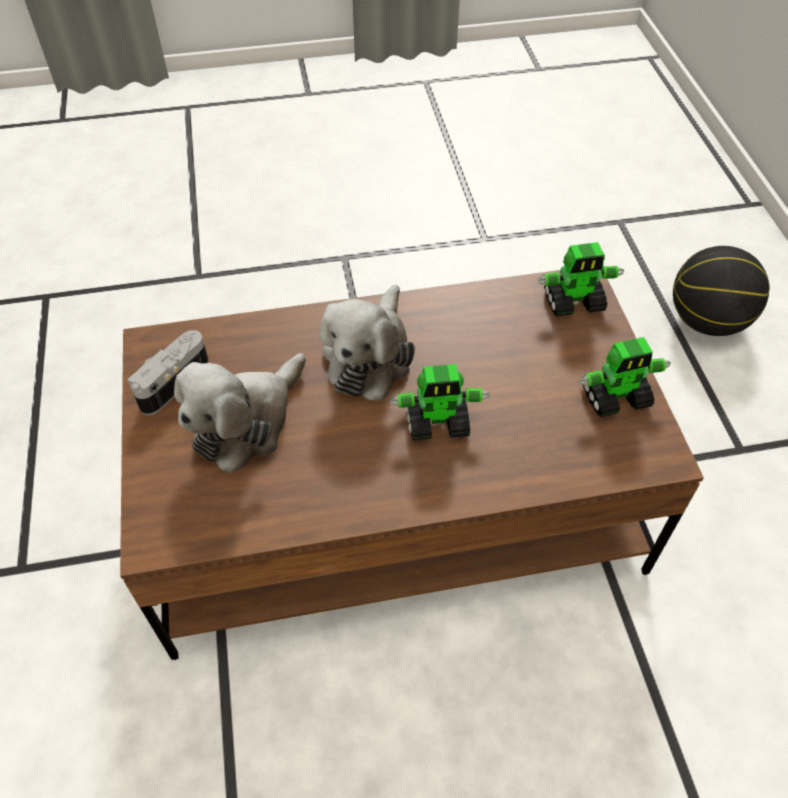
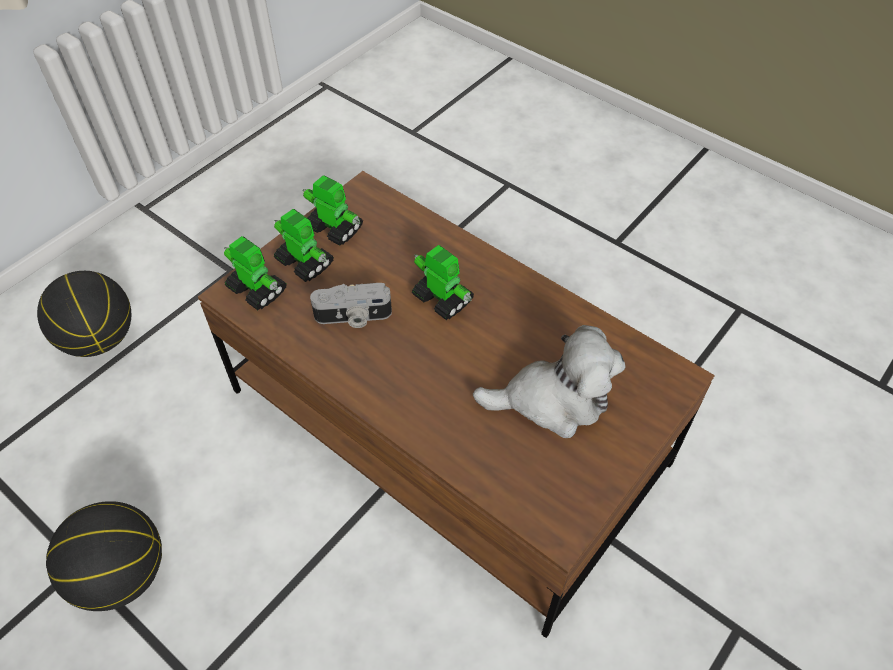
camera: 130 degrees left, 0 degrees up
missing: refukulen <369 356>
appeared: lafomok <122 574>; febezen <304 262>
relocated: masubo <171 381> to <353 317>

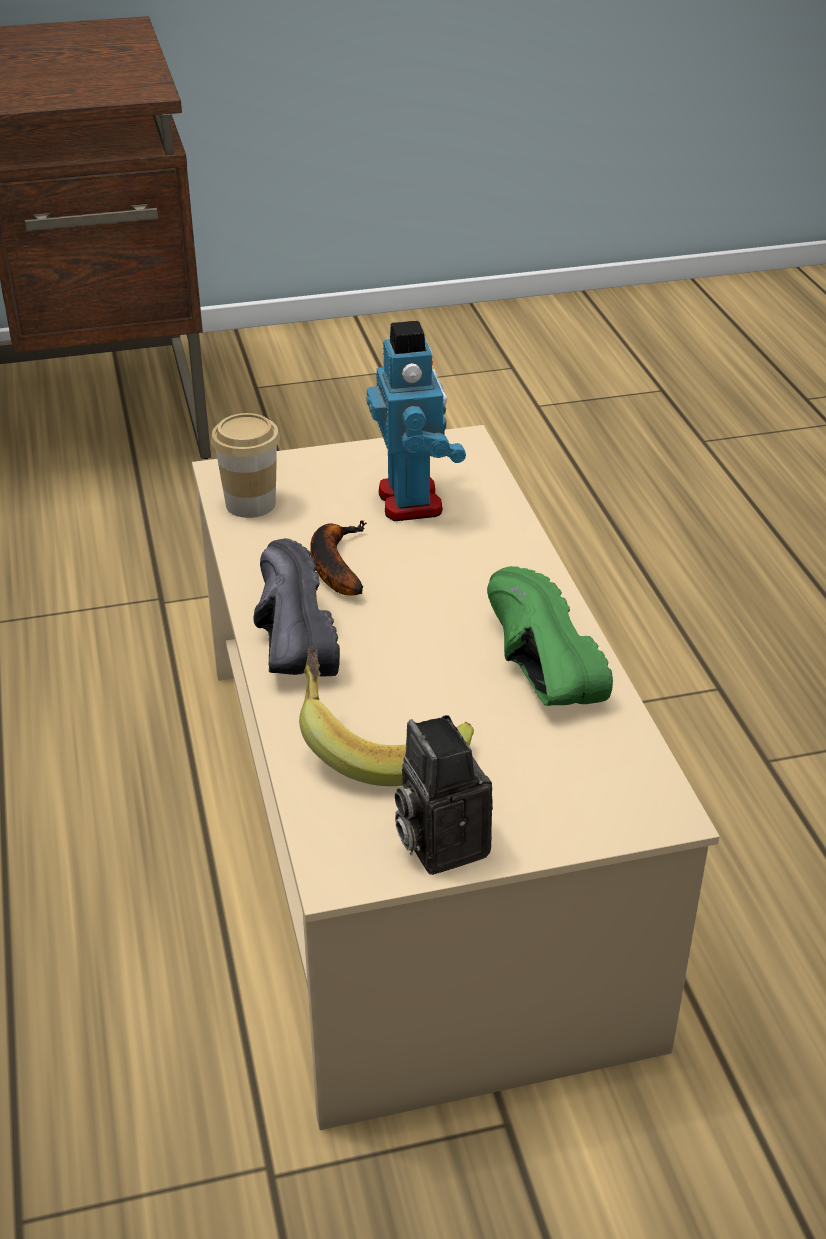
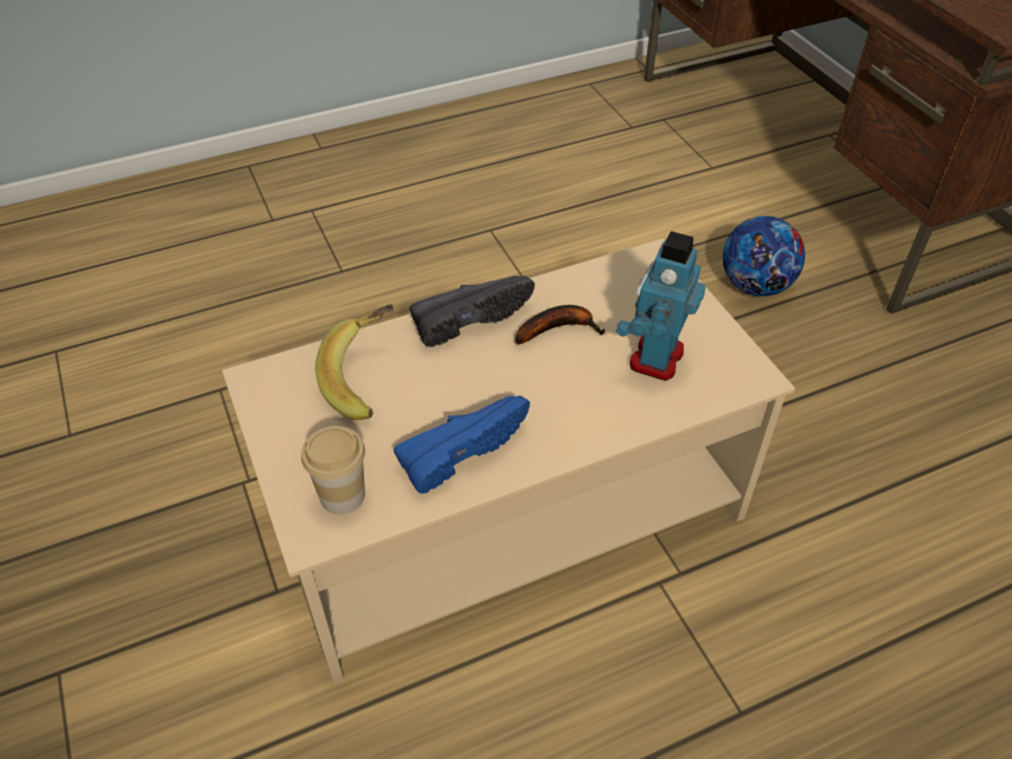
camera: 80 degrees right, 10 degrees up
missing: masubo <438 842>
appeared: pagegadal <755 286>
relocated: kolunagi <250 504> to <342 495>
colour: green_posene <530 667> to blue_posene <460 449>
spun: febezen <412 501> = <655 358> 135 degrees clockwise

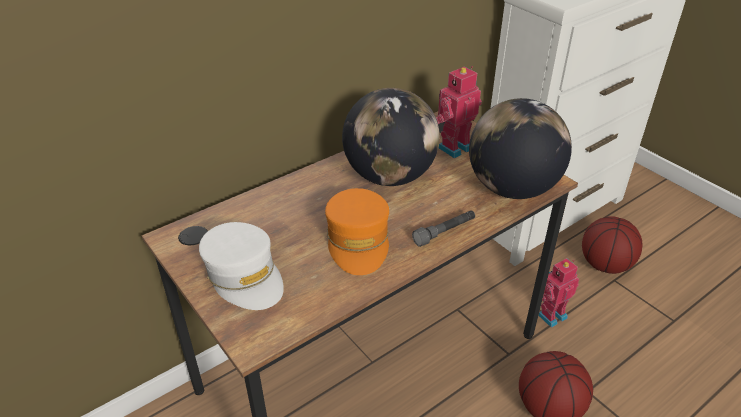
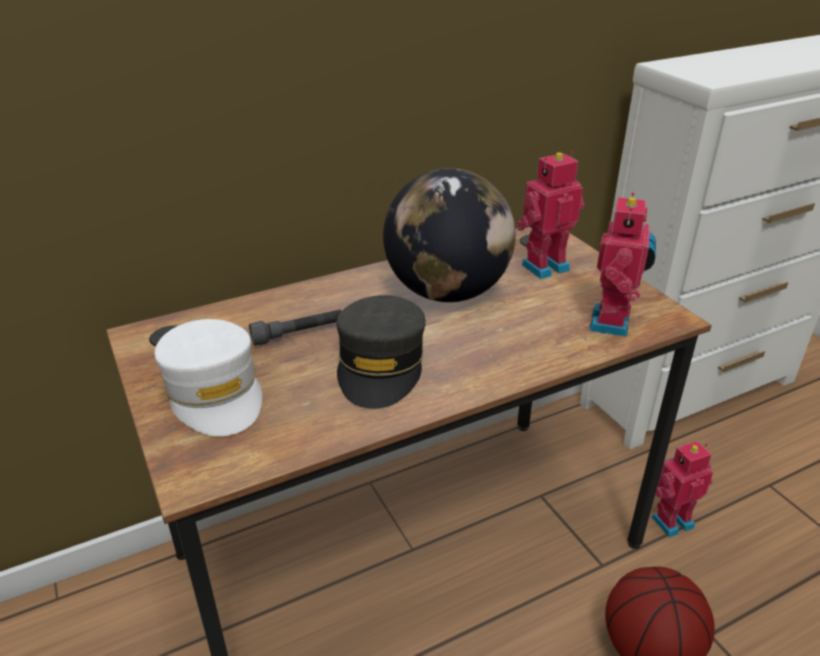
camera: 10 degrees right, 5 degrees down
missing: lafomok <605 265>
relocated: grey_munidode <444 232> to <298 334>
exchanged: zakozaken <512 189> to febezen <613 323>
colour: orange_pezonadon <358 241> to grey_pezonadon <380 365>

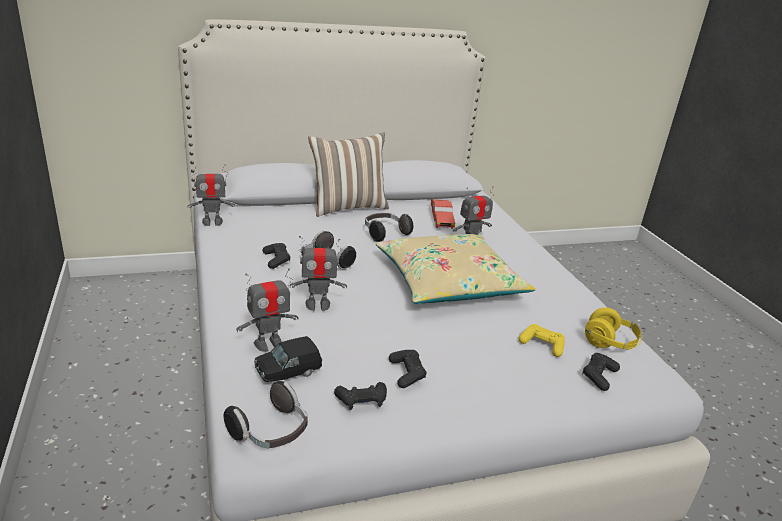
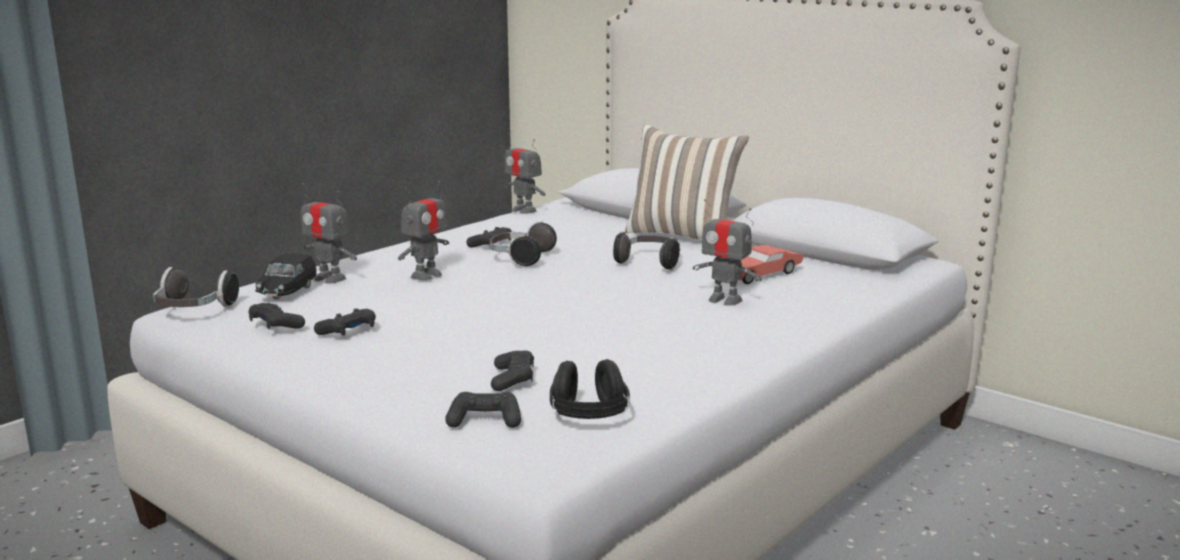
camera: 60 degrees right, 10 degrees down
missing: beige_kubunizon <449 282>
colour: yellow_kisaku <542 345> to black_kisaku <513 379>; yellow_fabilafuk <610 343> to black_fabilafuk <589 417>
spun: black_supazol <288 372> = <287 292> 105 degrees counterclockwise; febezen <317 305> = <426 275> 105 degrees counterclockwise

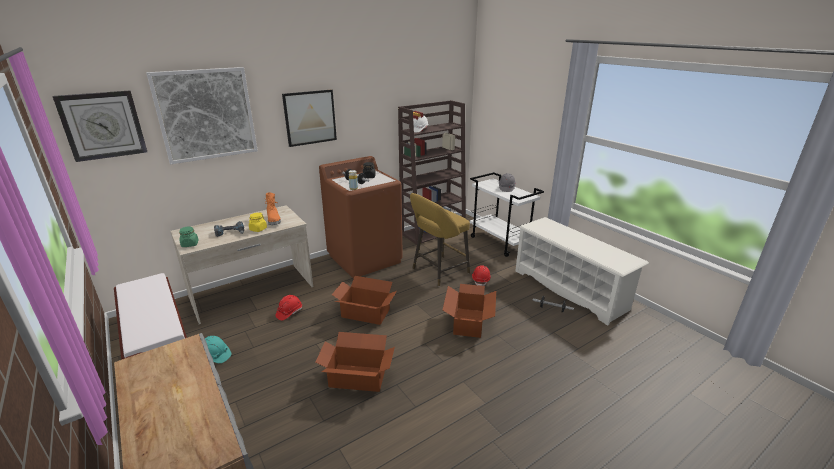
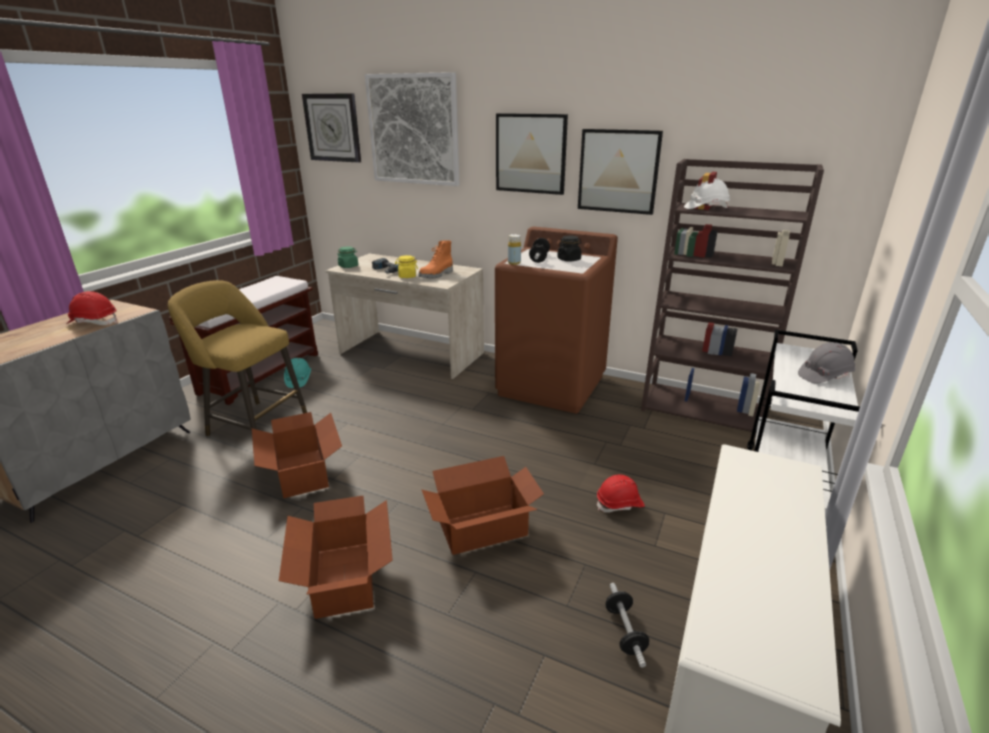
camera: 60 degrees right, 0 degrees up
appeared: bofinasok <618 171>
relocated: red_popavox <289 312> to <94 322>; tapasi <365 313> to <343 579>; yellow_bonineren <438 272> to <254 424>

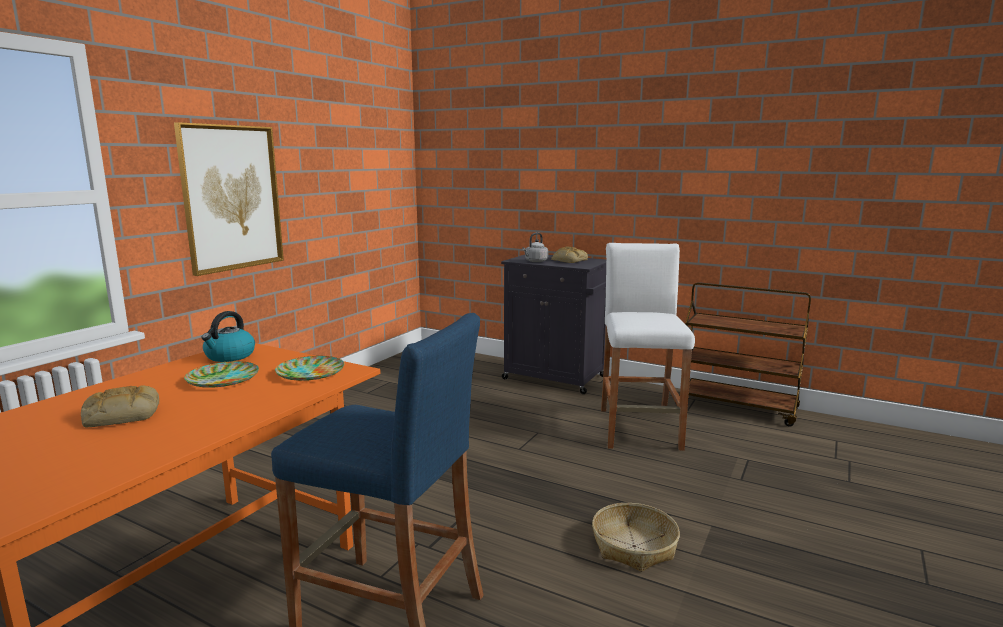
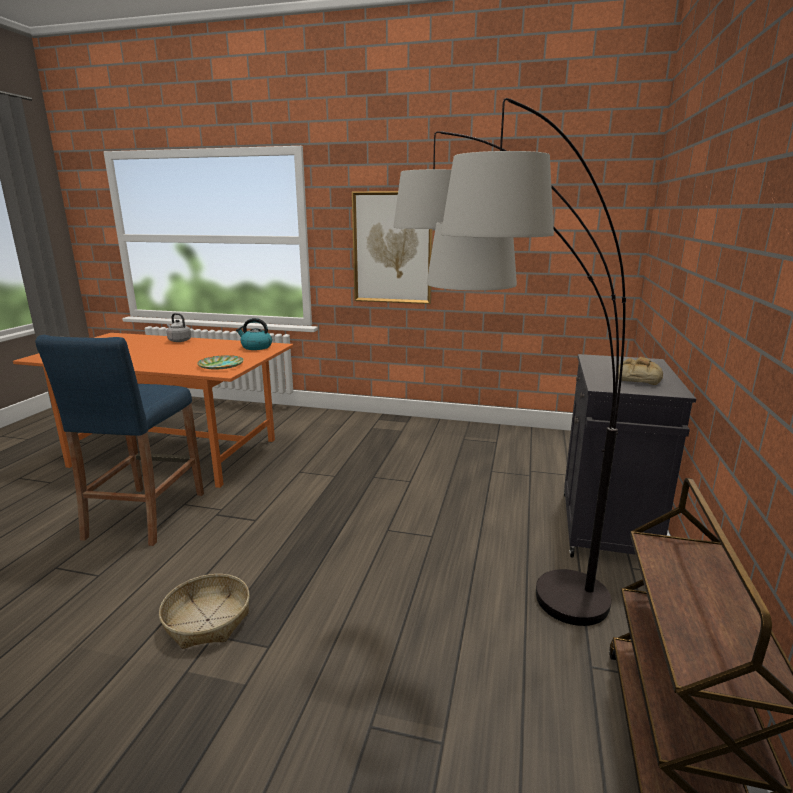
camera: 75 degrees right, 5 degrees up
missing: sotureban <121 415>; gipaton <222 379>
relocated: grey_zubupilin <535 261> to <179 340>
exchanged: white_bonineren <639 429> to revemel <489 614>

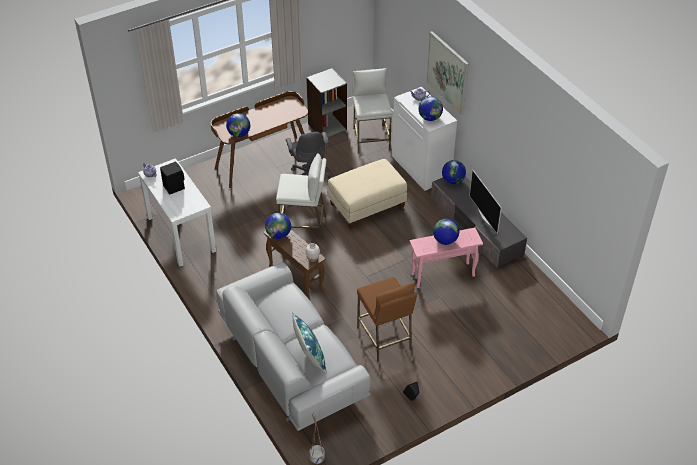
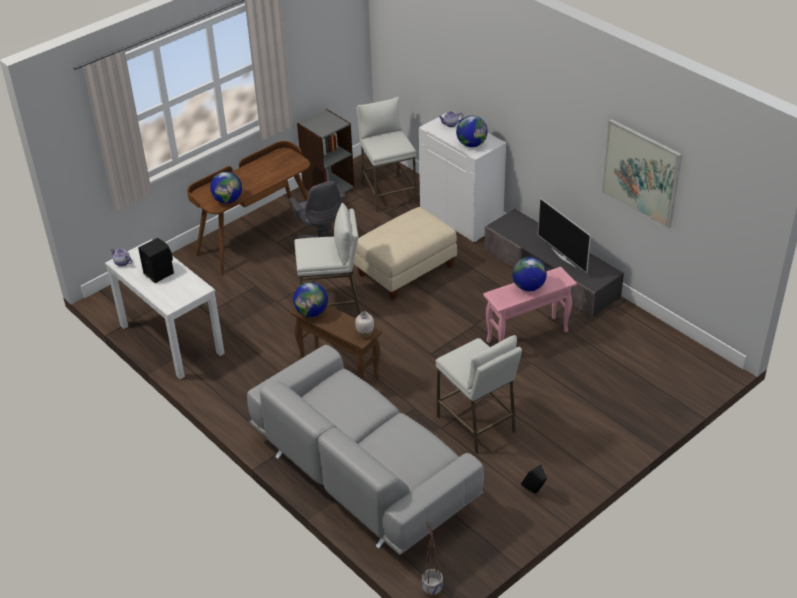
camera: 10 degrees left, 5 degrees down
missing: blue_kubunizon <309 357>; zakozaken <453 180>
relocated: bofinasok <448 72> to <641 173>
colour: brown_bonineren <384 339> to white_bonineren <476 424>

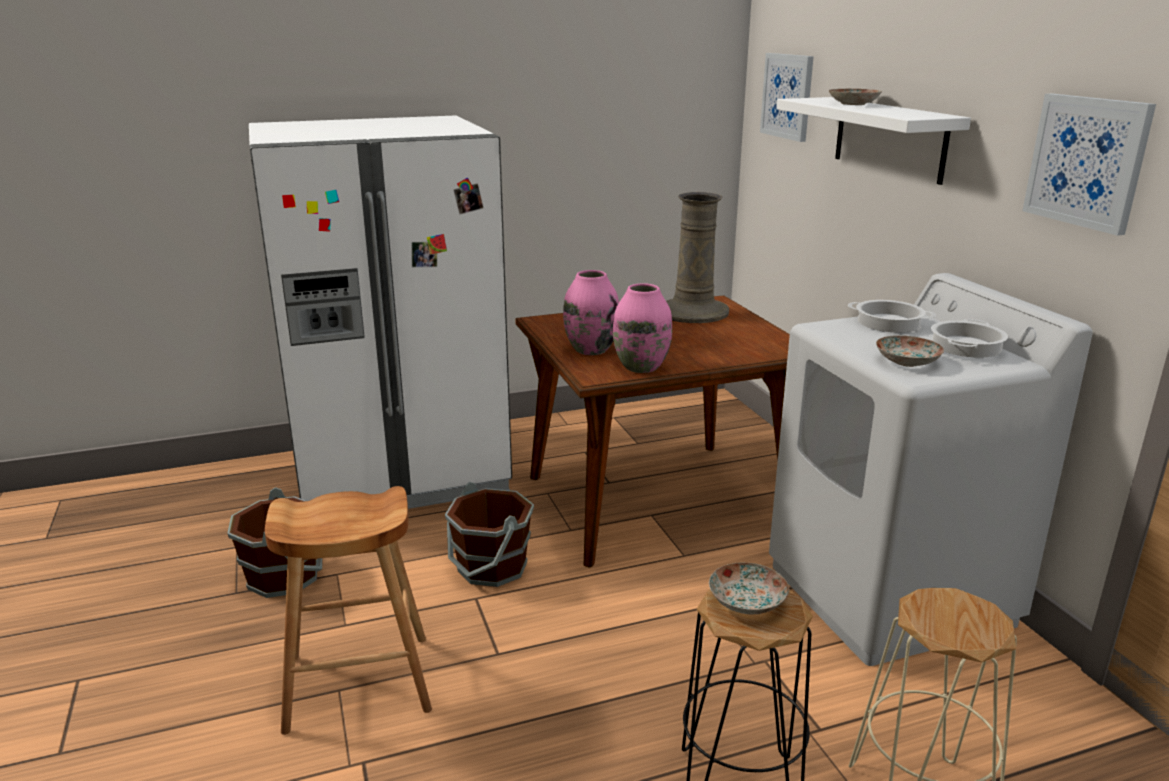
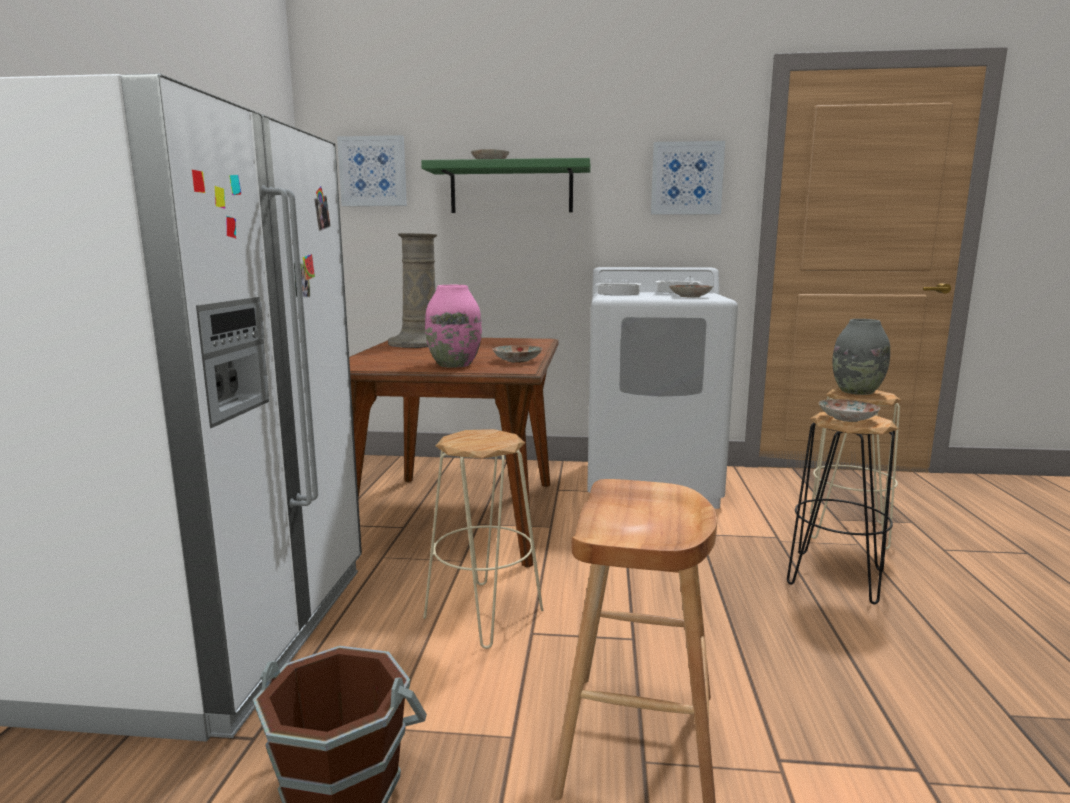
camera: 65 degrees left, 10 degrees down
appeared: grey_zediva <856 391>
exchanged: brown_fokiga <491 567> to beige_bonineren <484 613>; pink_zediva <640 367> to gipaton <517 361>
colour: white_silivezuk <889 138> to green_silivezuk <511 189>

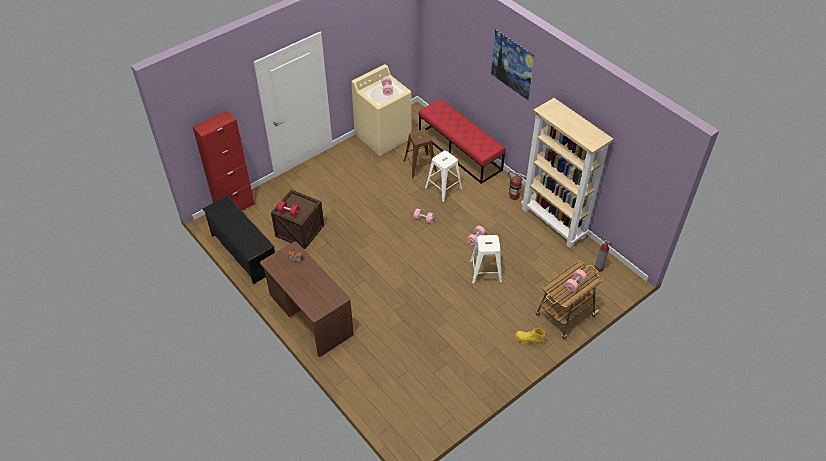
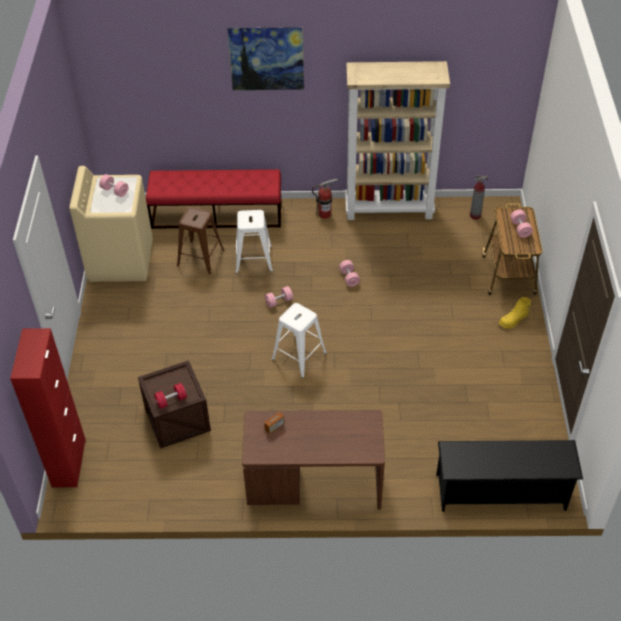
camera: 50 degrees left, 0 degrees up
relocated: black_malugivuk <243 252> to <501 492>; white_bonineren <486 271> to <299 355>

